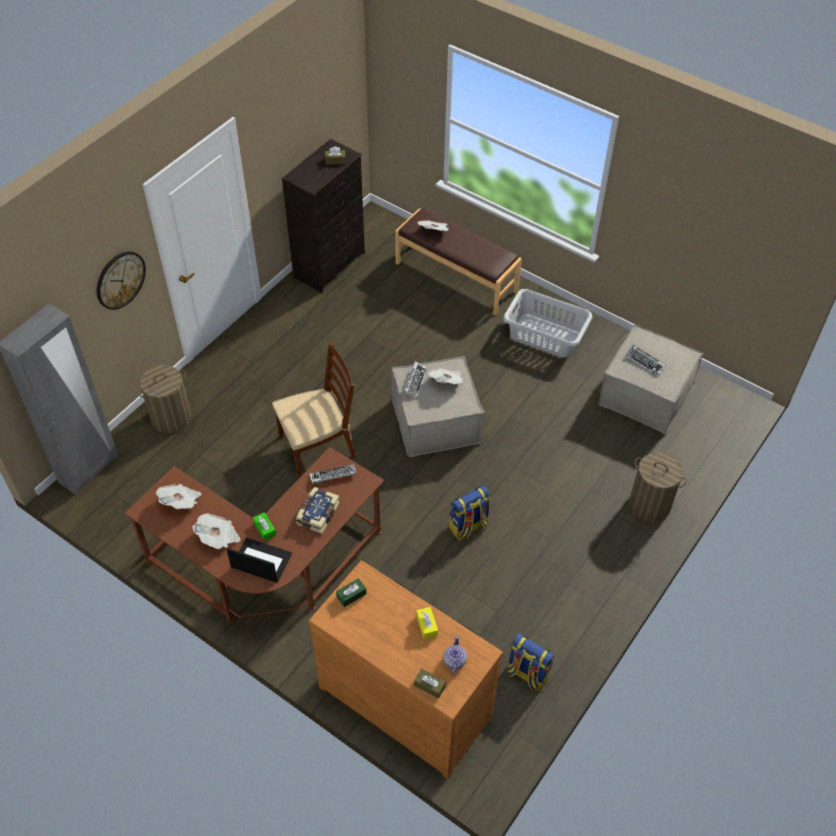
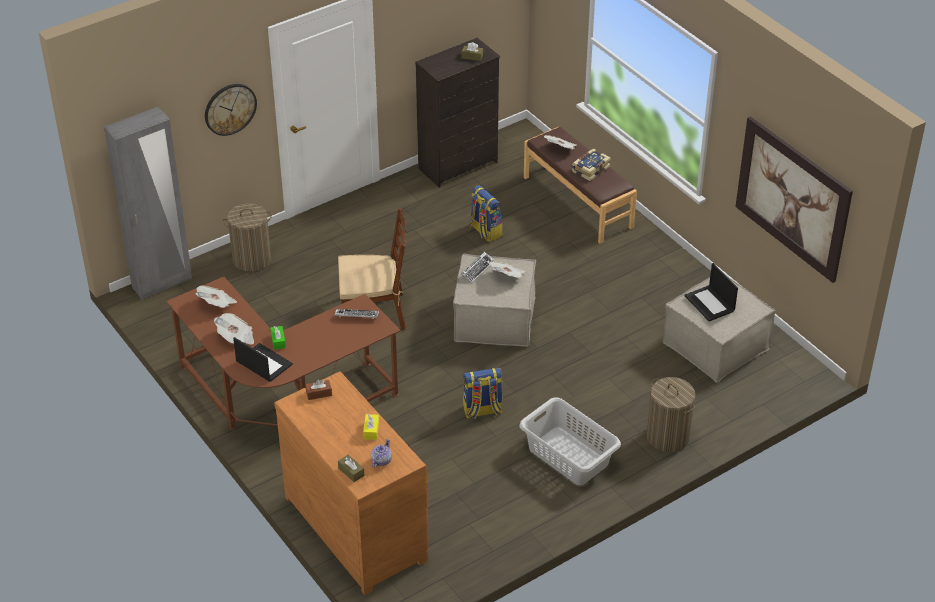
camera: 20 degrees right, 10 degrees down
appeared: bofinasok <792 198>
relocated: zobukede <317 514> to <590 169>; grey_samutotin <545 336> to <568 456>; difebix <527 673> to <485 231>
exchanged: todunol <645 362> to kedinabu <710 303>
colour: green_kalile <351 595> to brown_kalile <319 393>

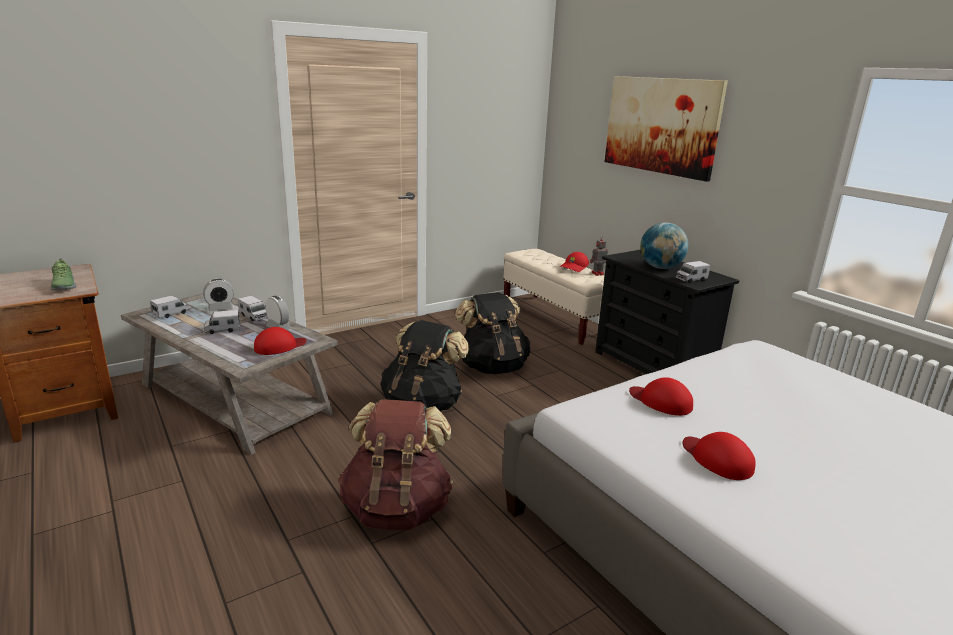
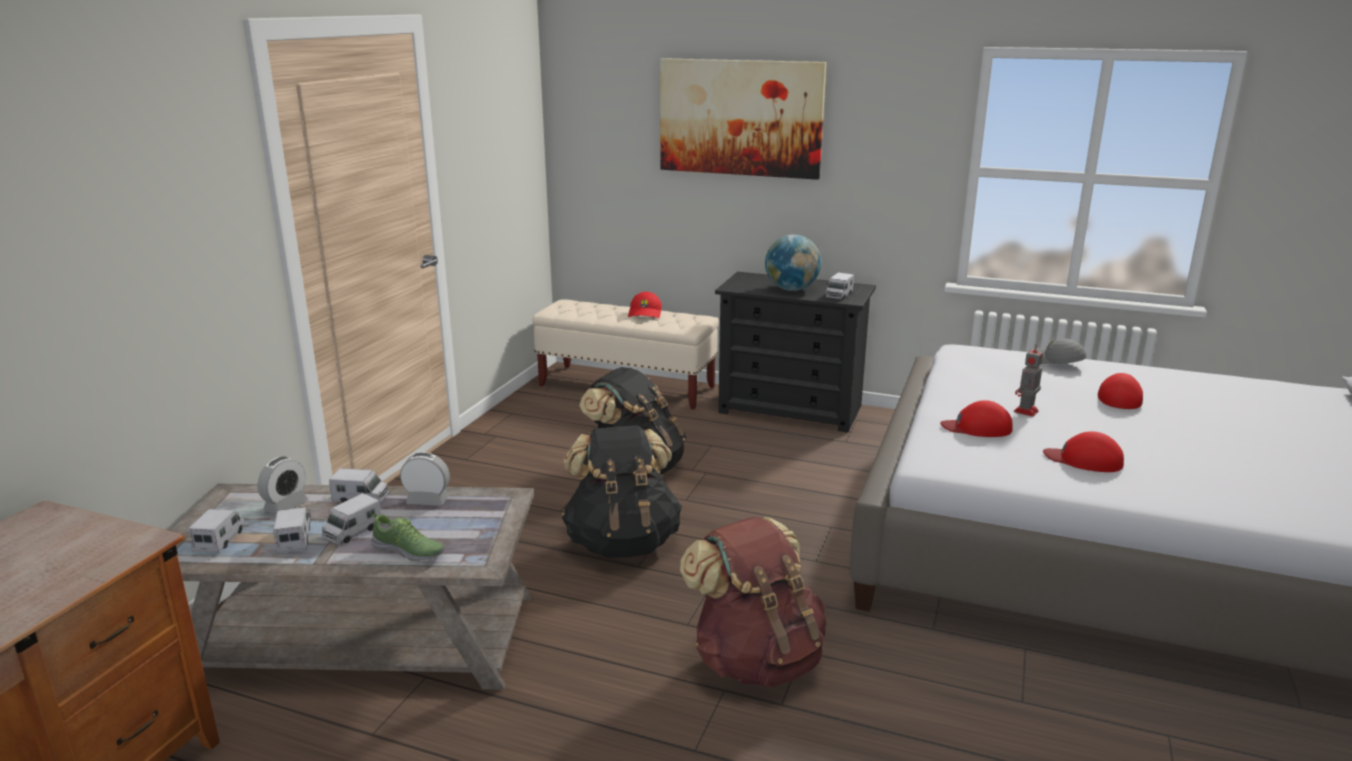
camera: 35 degrees left, 0 degrees up
appeared: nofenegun <294 539>; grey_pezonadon <1055 362>
relocated: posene <63 286> to <409 551>; red_pezonadon <279 346> to <1119 397>; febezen <597 273> to <1025 412>

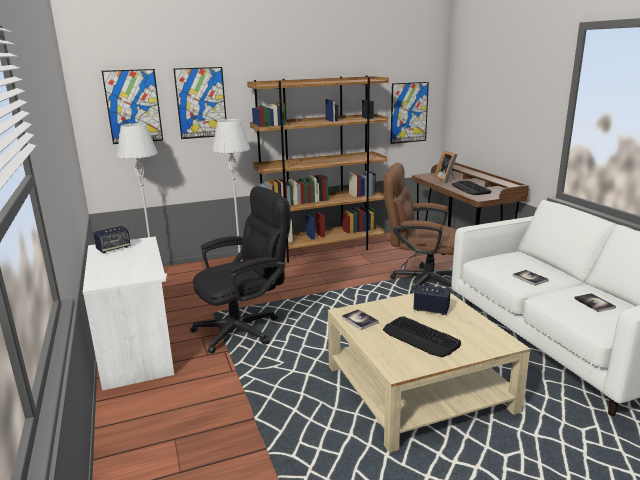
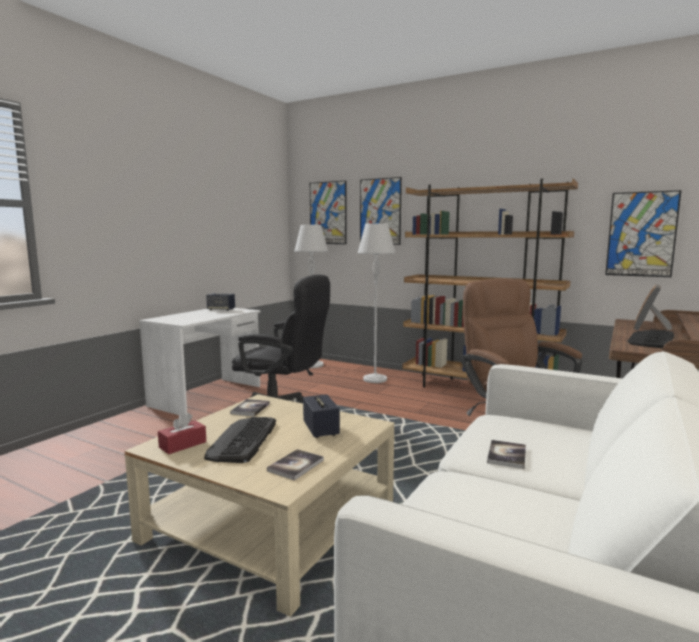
camera: 50 degrees right, 10 degrees down
appeared: red_kalile <183 445>
relocated: zobukede <594 303> to <296 465>

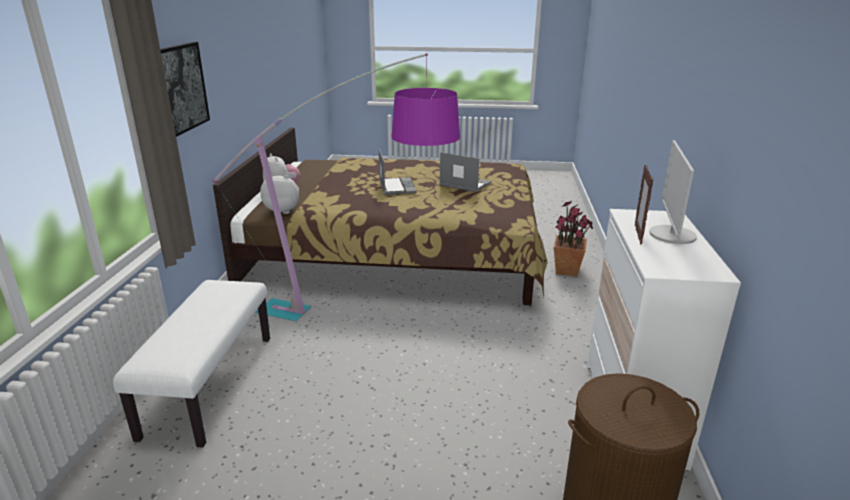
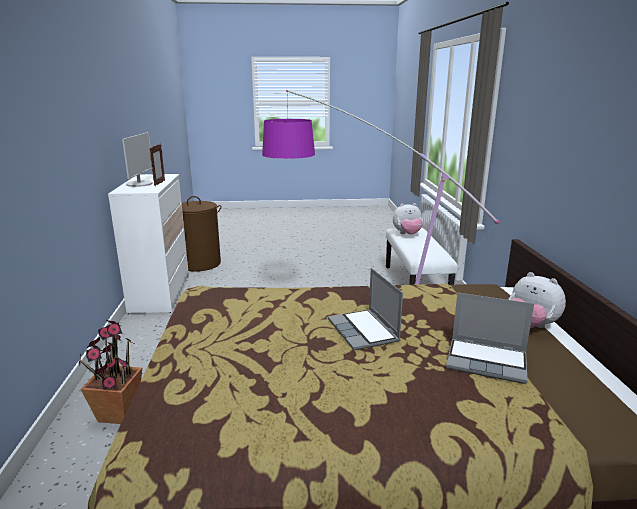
camera: 170 degrees right, 5 degrees down
missing: bofinasok <180 88>
relocated: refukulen <283 210> to <407 234>; kedinabu <464 185> to <487 361>

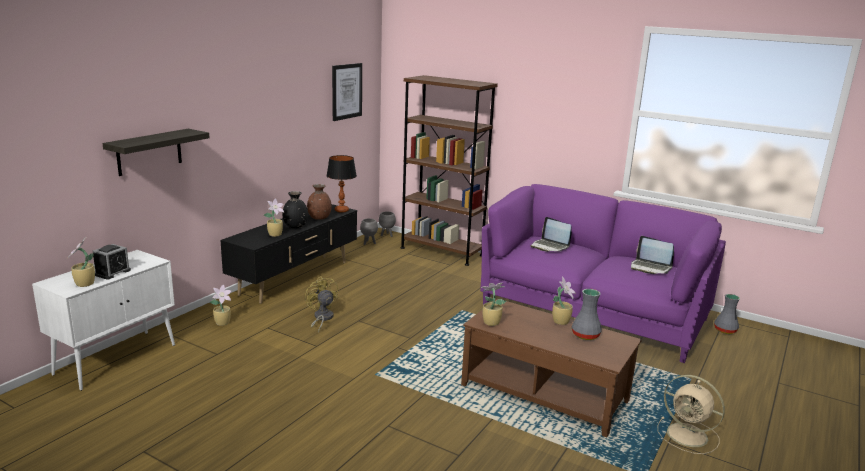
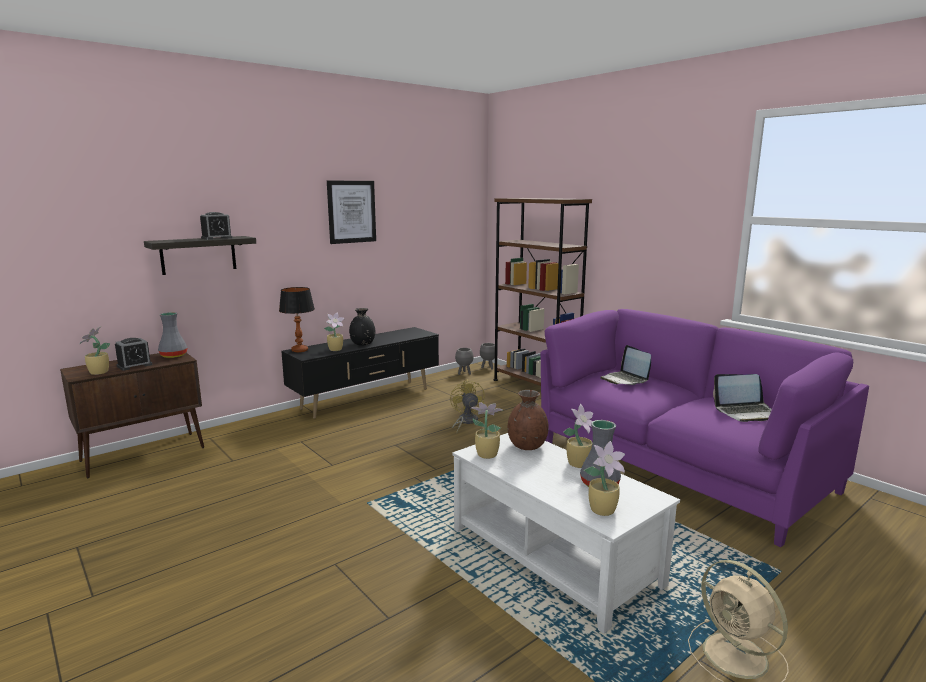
camera: 20 degrees right, 5 degrees down
appeared: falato <217 238>
relocated: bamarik <223 323> to <604 510>; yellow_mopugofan <321 318> to <465 422>; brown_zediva <319 218> to <527 446>; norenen <341 210> to <299 350>; bofinasok <346 91> to <351 212>; grey_zediva <725 331> to <173 356>
colour: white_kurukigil <117 359> to brown_kurukigil <144 454>; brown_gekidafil <545 392> to white_gekidafil <554 556>
spun: kedinabu <650 268> = <746 412> 60 degrees counterclockwise

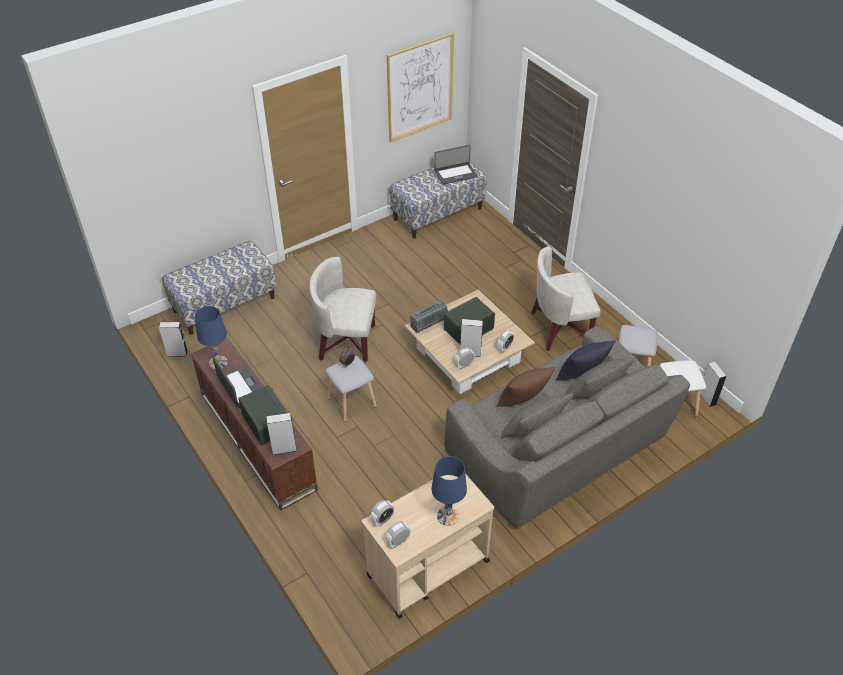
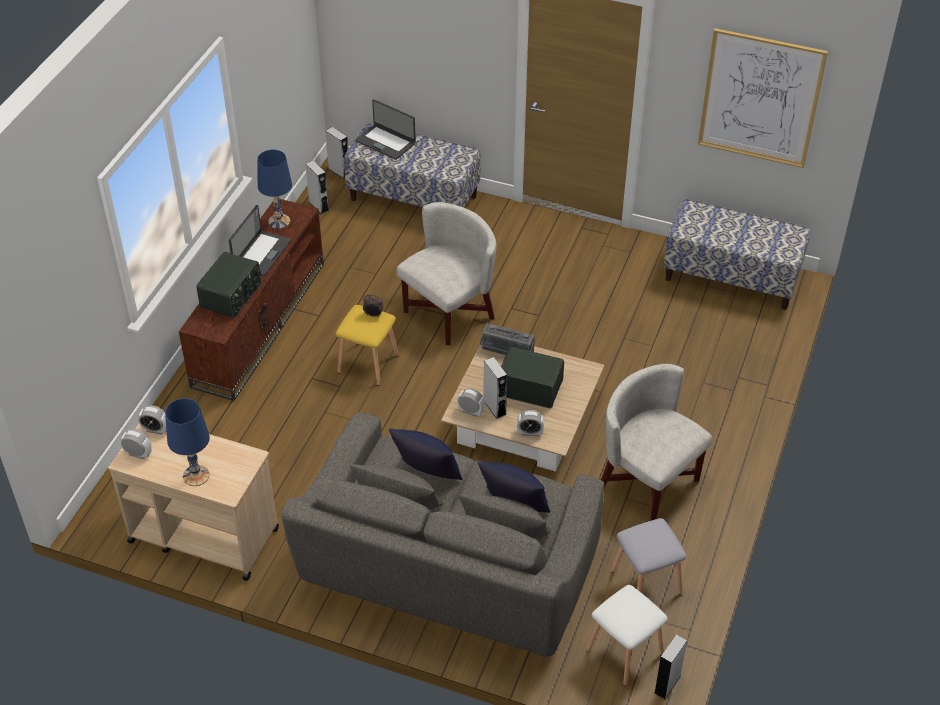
camera: 55 degrees right, 0 degrees up
relocated: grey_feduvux <284 449> to <339 171>; kedinabu <455 174> to <386 142>
colour: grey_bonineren <352 401> to yellow_bonineren <369 363>; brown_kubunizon <523 403> to blue_kubunizon <427 475>
spun: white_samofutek <346 341> = <449 313> 75 degrees clockwise

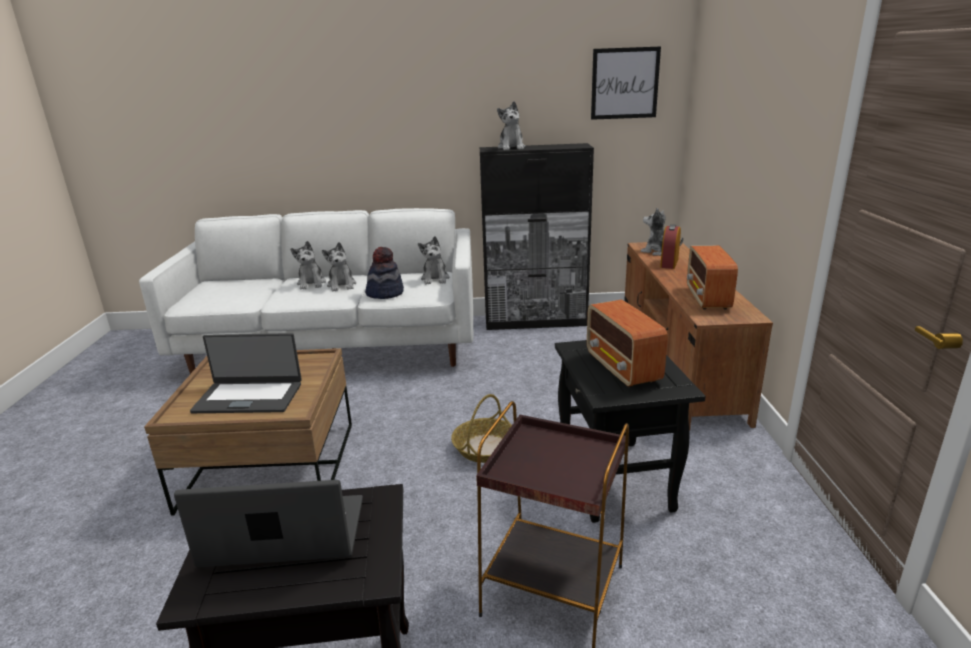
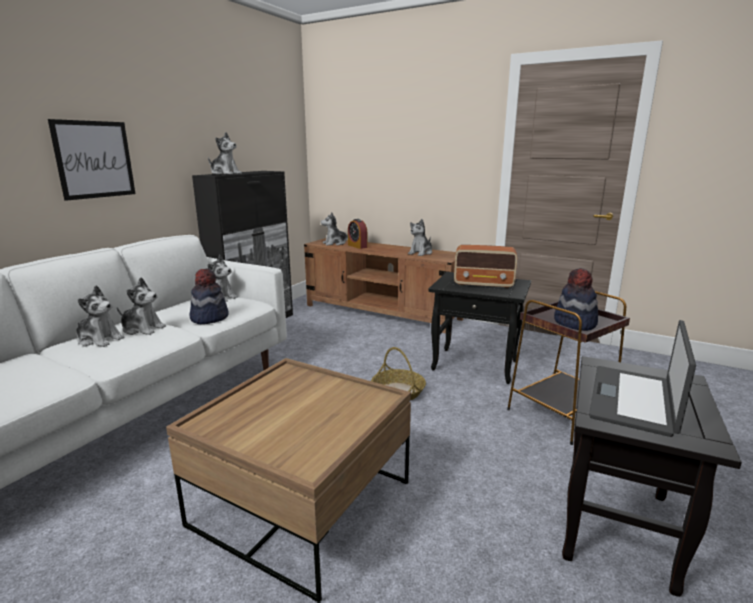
camera: 60 degrees left, 5 degrees down
missing: kedinabu <249 397>
appeared: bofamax <574 323>
relocated: bofinasok <624 83> to <94 159>
exchanged: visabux <707 298> to refukulen <421 253>

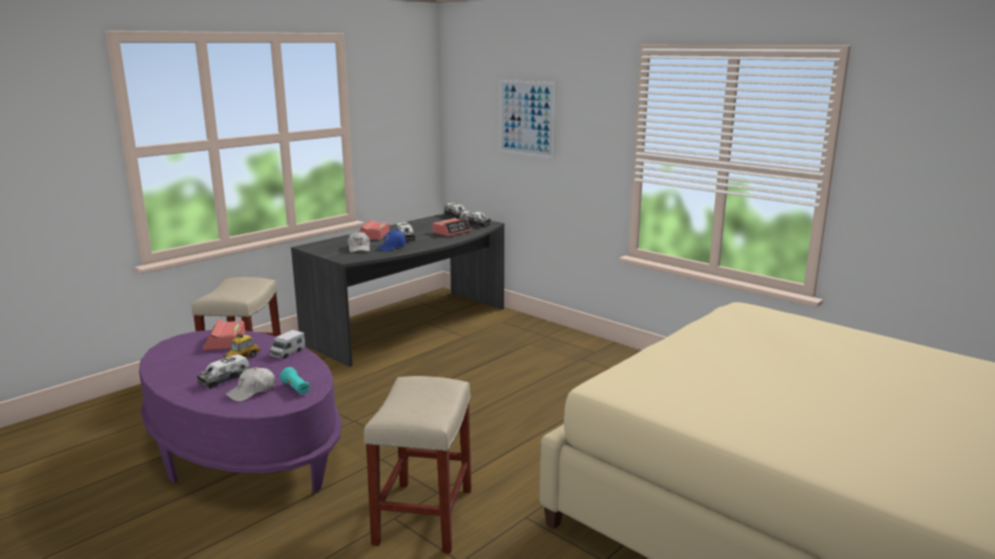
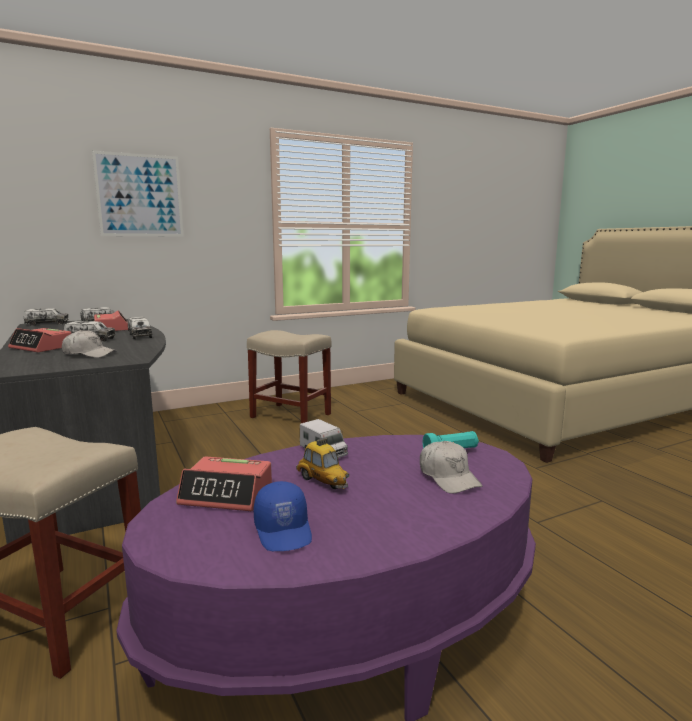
camera: 70 degrees left, 5 degrees down
relocated: nofenegun <224 379> to <140 335>; beige_bonineren <424 517> to <292 416>; blue_pezonadon <391 247> to <284 530>

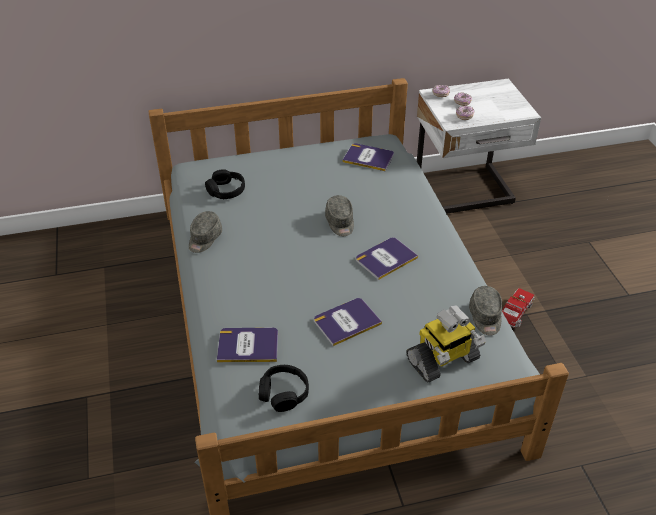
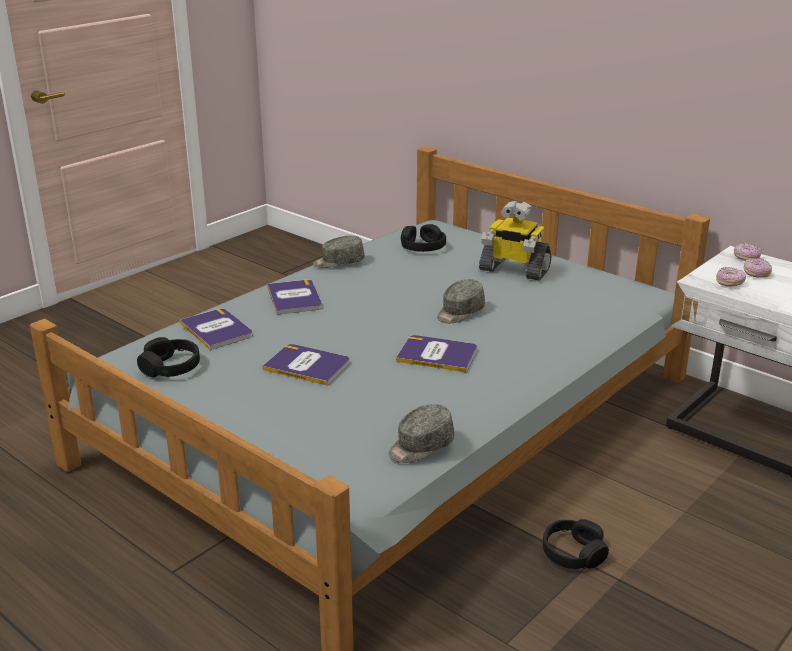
camera: 55 degrees right, 15 degrees down
relocated: zobukede <368 158> to <294 298>; febezen <443 360> to <513 270>
exchanged: nofenegun <514 314> to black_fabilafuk <573 553>

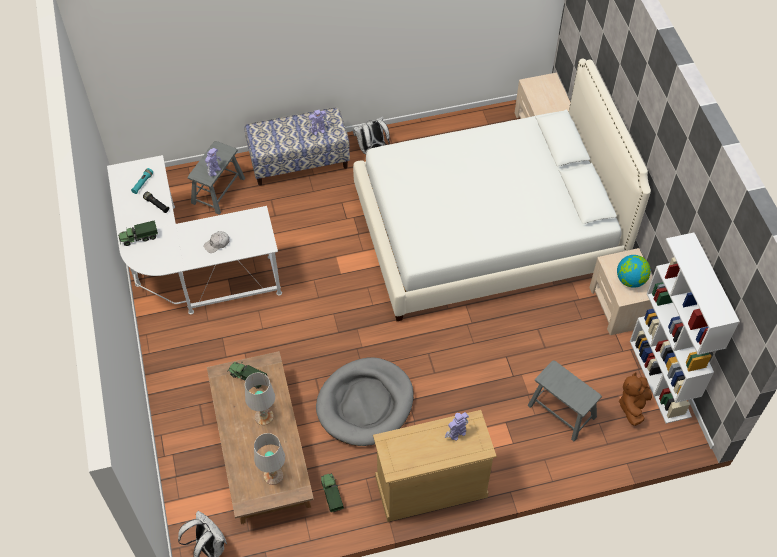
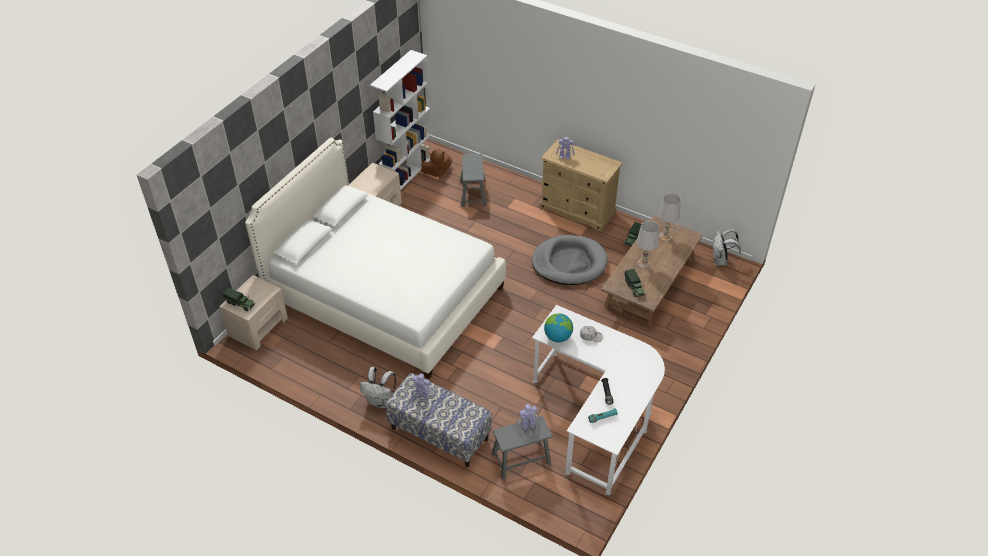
camera: 135 degrees left, 10 degrees down
relocated: nofenegun <139 238> to <240 304>; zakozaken <630 280> to <558 337>

